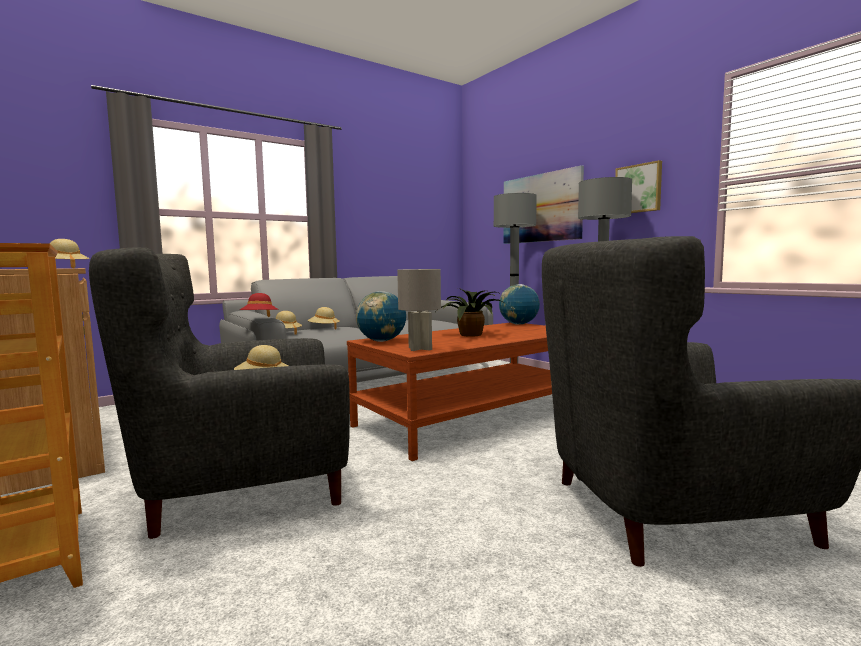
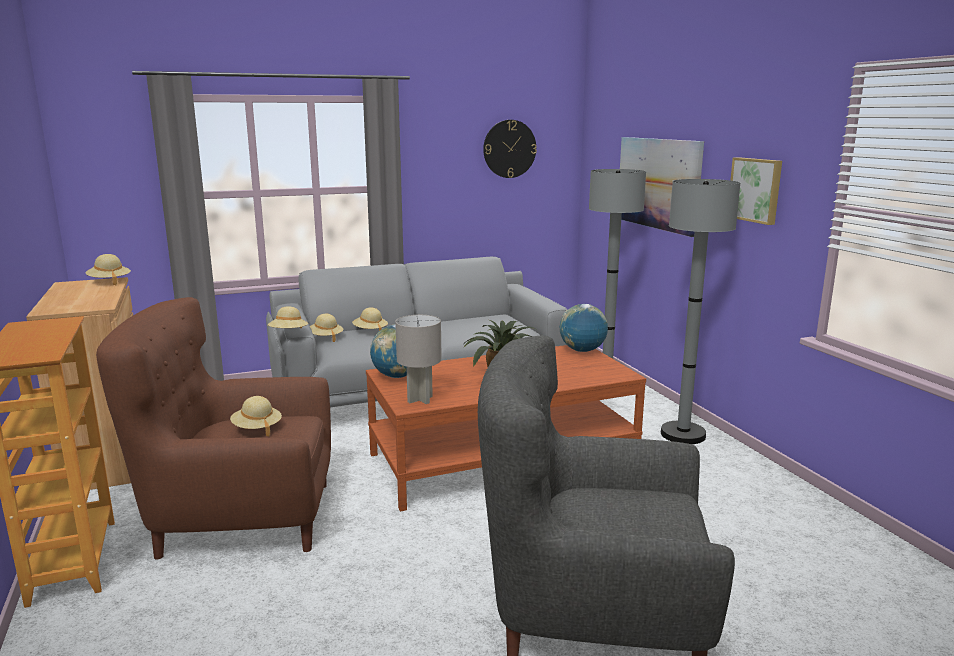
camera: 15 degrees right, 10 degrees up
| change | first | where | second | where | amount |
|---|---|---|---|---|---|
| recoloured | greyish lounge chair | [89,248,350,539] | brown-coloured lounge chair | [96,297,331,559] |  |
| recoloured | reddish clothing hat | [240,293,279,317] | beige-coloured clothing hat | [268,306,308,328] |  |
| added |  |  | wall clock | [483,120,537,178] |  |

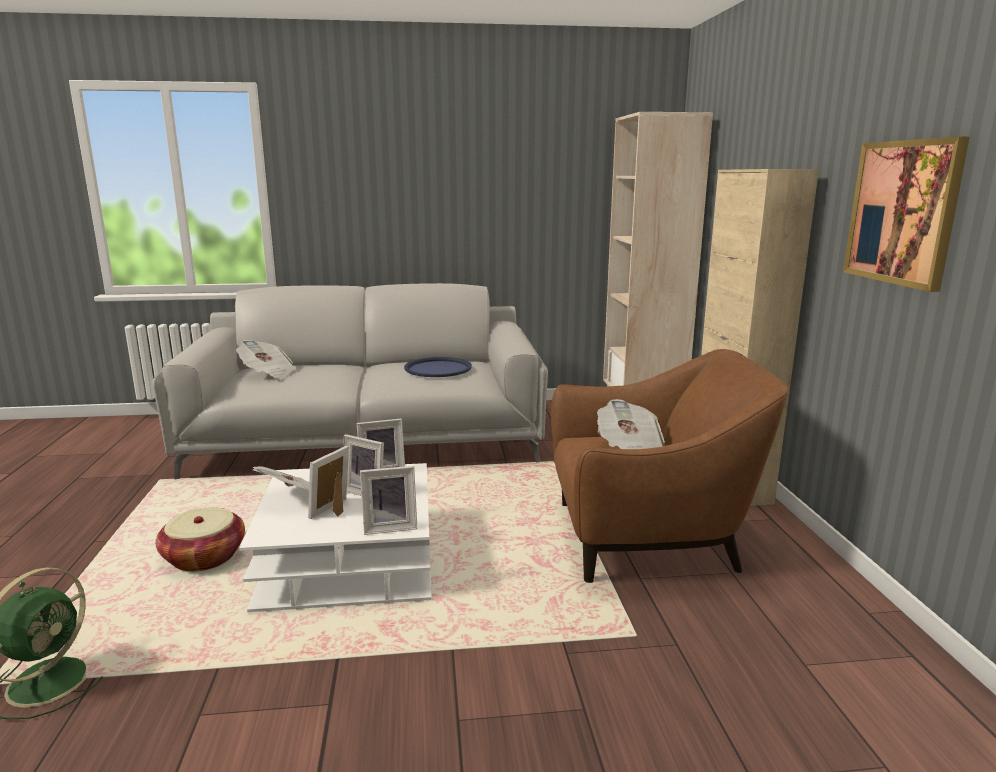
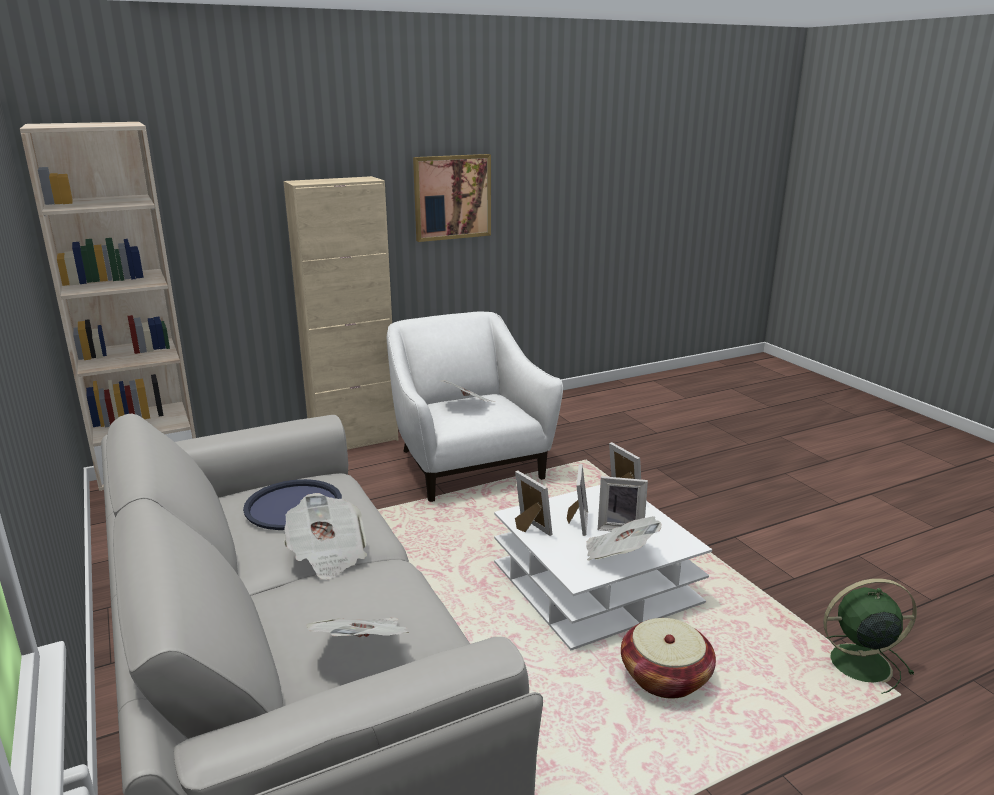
camera: 110 degrees left, 5 degrees up
| change | first | where | second | where | amount |
|---|---|---|---|---|---|
| added |  |  | printed paper | [284,493,367,580] |  |
| recoloured | brown-coloured lounge chair | [551,349,788,583] | whitish lounge chair | [387,312,563,502] |  |

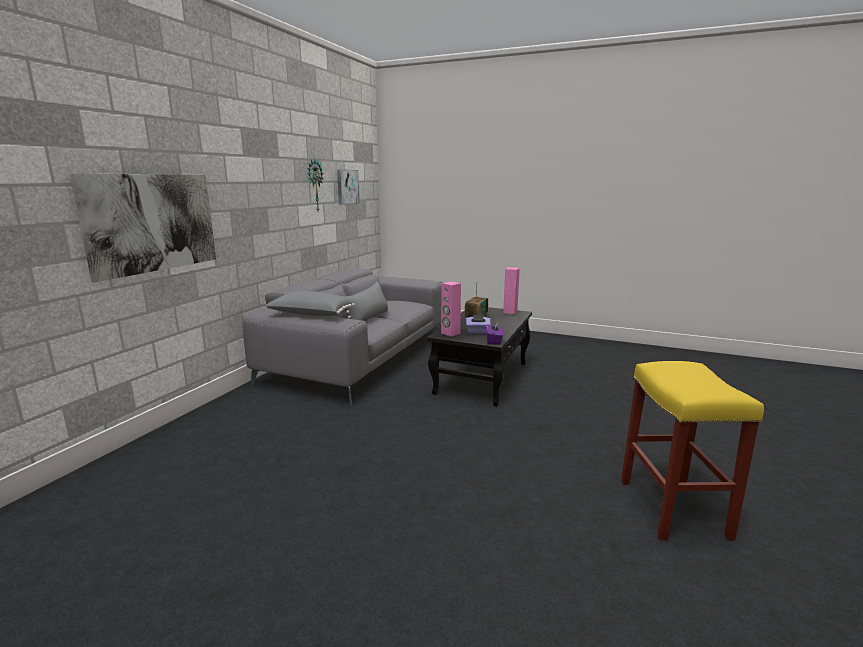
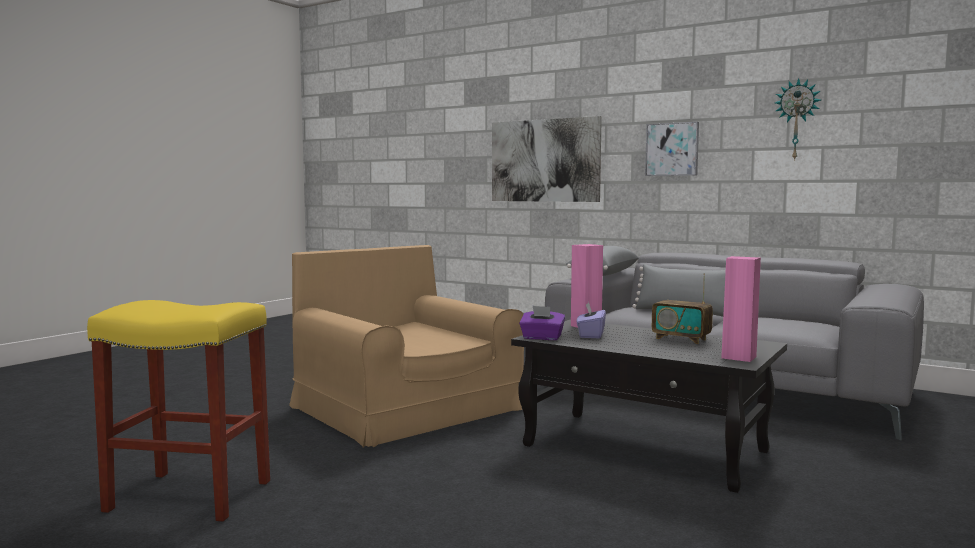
camera: 100 degrees right, 10 degrees down
| change | first | where | second | where | amount |
|---|---|---|---|---|---|
| added |  |  | brown-coloured lounge chair | [289,245,524,448] |  |
| moved | picture | [337,170,360,205] |  | [645,122,699,176] |  |

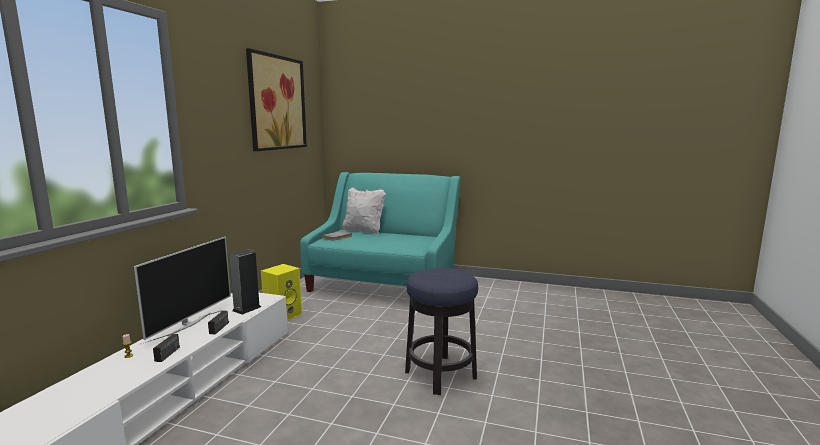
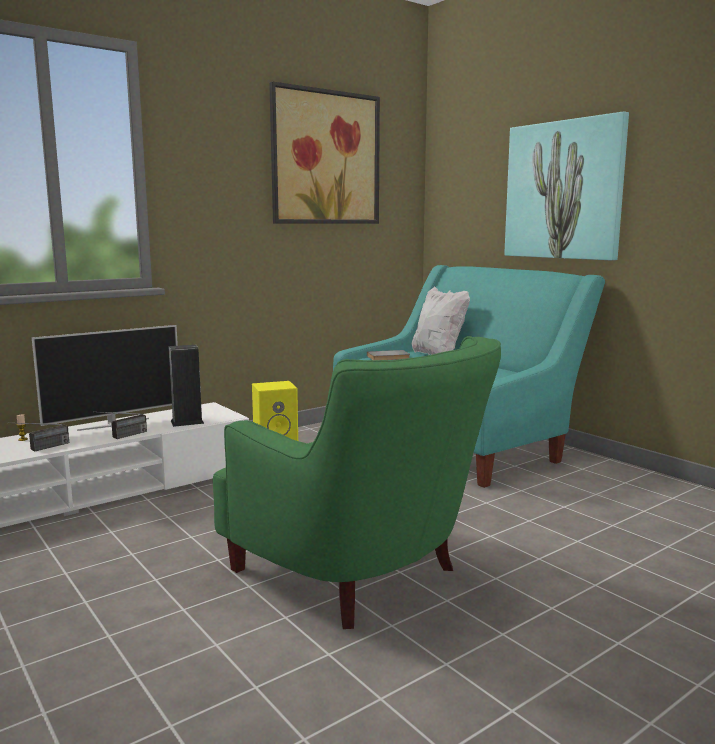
camera: 35 degrees right, 0 degrees up
| change | first | where | second | where | amount |
|---|---|---|---|---|---|
| replaced | stool | [405,268,478,395] | green-coloured lounge chair | [213,336,501,629] |  |
| added |  |  | picture | [504,111,629,261] |  |

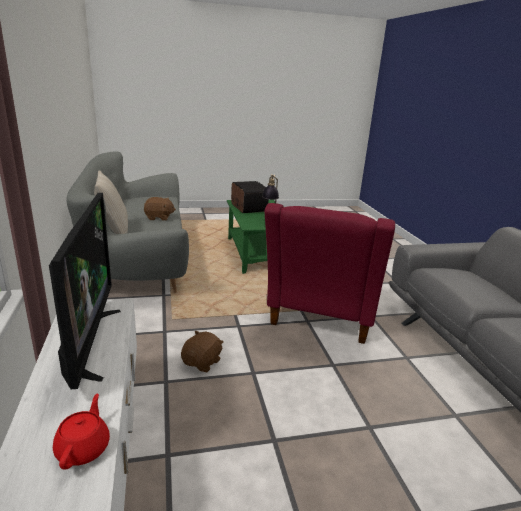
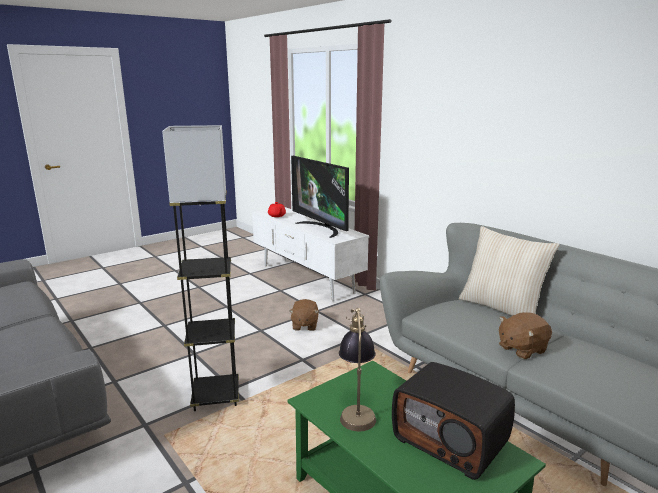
camera: 155 degrees right, 5 degrees down
| change | first | where | second | where | amount |
|---|---|---|---|---|---|
| replaced | reddish lounge chair | [264,203,395,344] | greyish standing lamp | [162,125,239,411] |  |

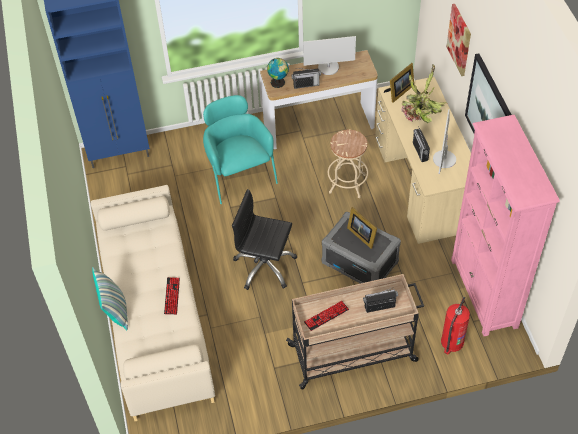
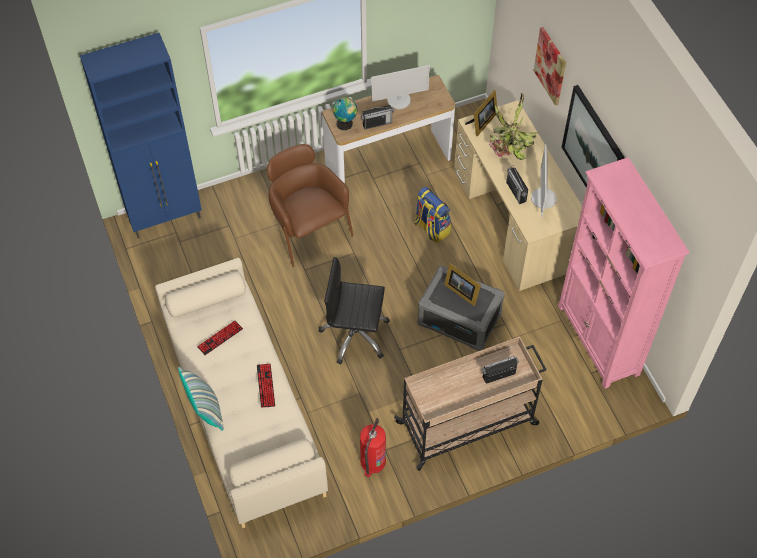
camera: 10 degrees left, 5 degrees up
| change | first | where | second | where | amount |
|---|---|---|---|---|---|
| moved | keyboard | [304,301,349,331] |  | [197,321,243,355] |  |
| recoloured | turquoise lounge chair | [203,95,278,204] | brown-coloured lounge chair | [267,144,354,267] |  |
| moved | fire extinguisher | [441,297,470,355] |  | [360,418,386,477] |  |
| replaced | beige-coloured stool | [328,130,368,198] | knapsack | [414,187,451,243] |  |

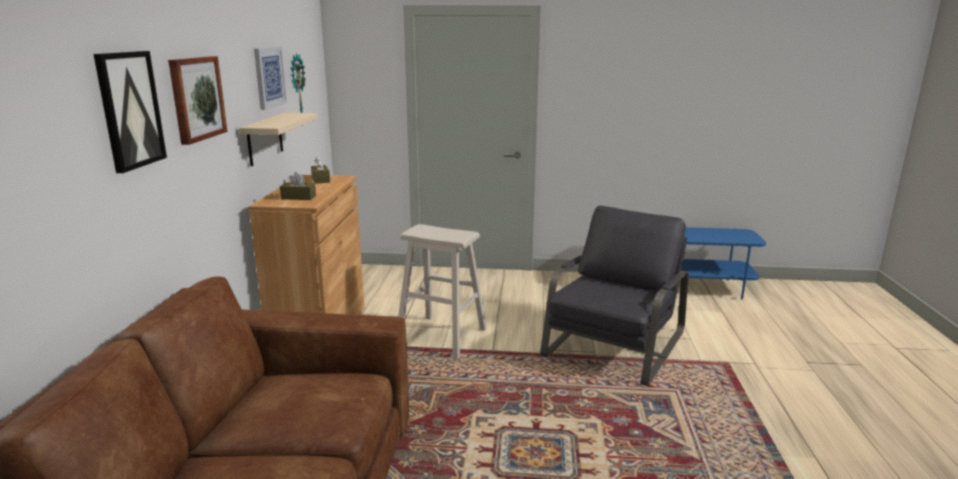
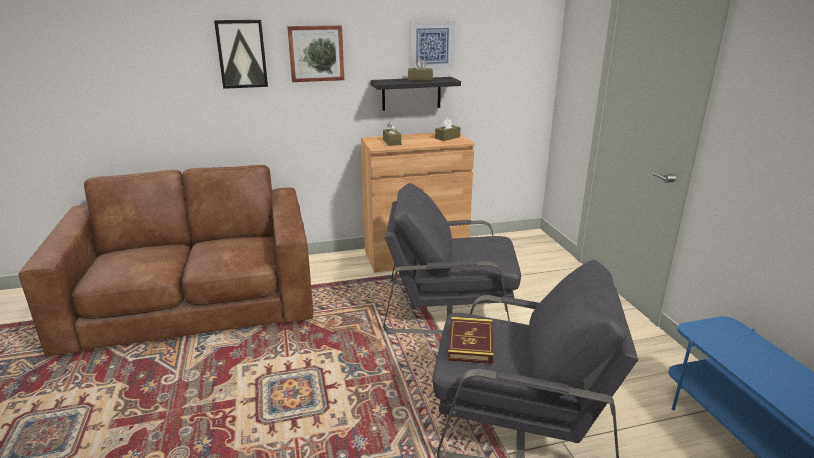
camera: 70 degrees right, 5 degrees up
| change | first | where | second | where | amount |
|---|---|---|---|---|---|
| recoloured | beige-coloured wall shelf | [239,113,318,166] | black-coloured wall shelf | [370,77,461,111] |  |
| replaced | beige-coloured stool | [398,224,487,360] | greyish lounge chair | [383,183,521,334] |  |
| added |  |  | brown-coloured box of tissues | [408,59,433,81] |  |
| added |  |  | bound book | [448,317,493,364] |  |
| removed | wall clock | [290,53,306,113] |  |  |  |

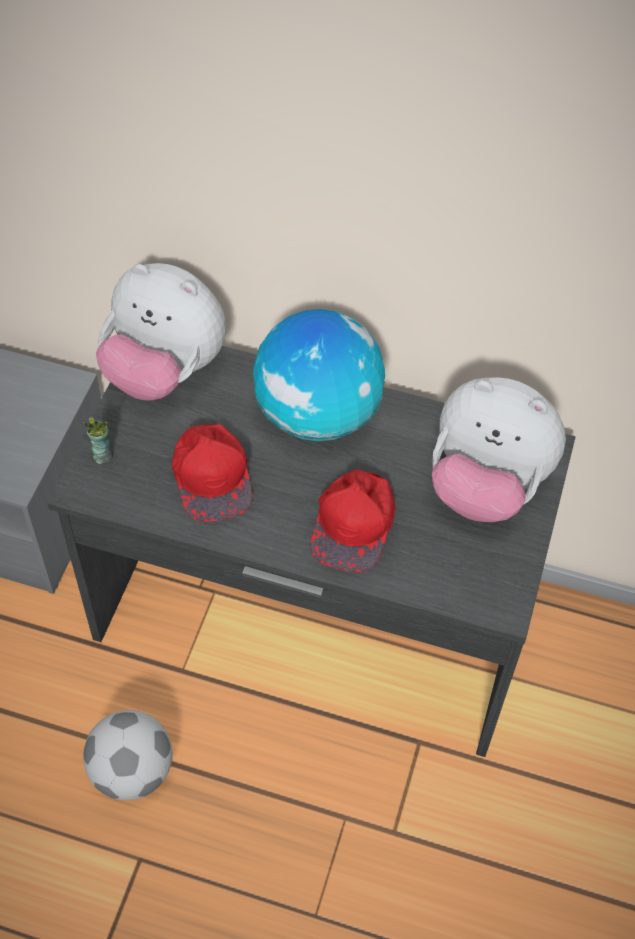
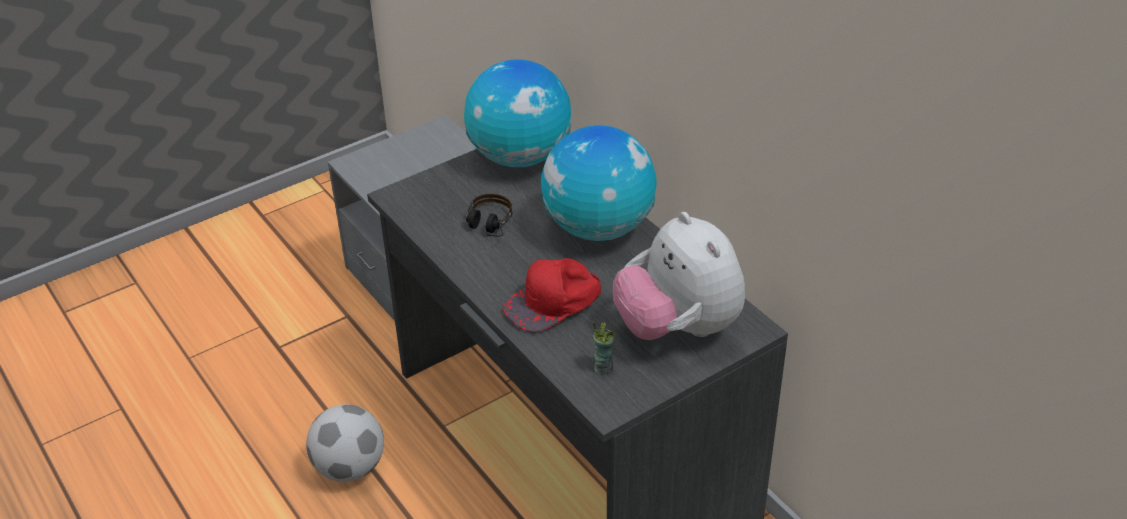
camera: 40 degrees right, 15 degrees down
| change | first | where | second | where | amount |
|---|---|---|---|---|---|
| replaced | cuddly toy | [96,263,226,401] | desk globe | [464,60,571,168] |  |
| replaced | reddish cap | [172,424,253,522] | pair of headphones | [465,194,513,237] |  |
| moved | drinking cup | [84,417,113,464] |  | [593,322,615,375] |  |

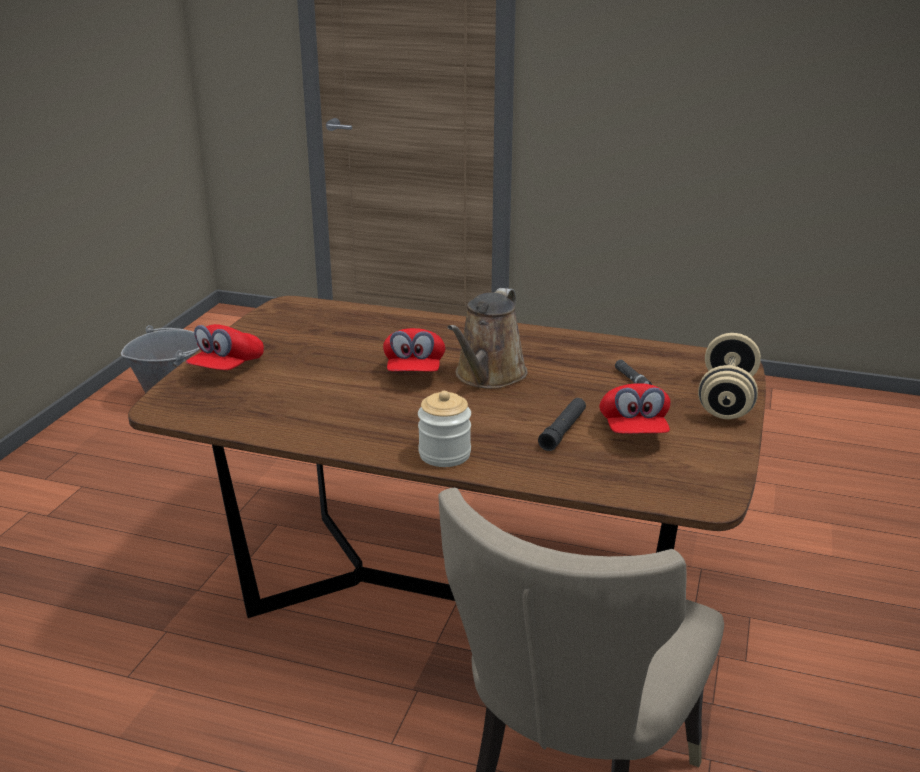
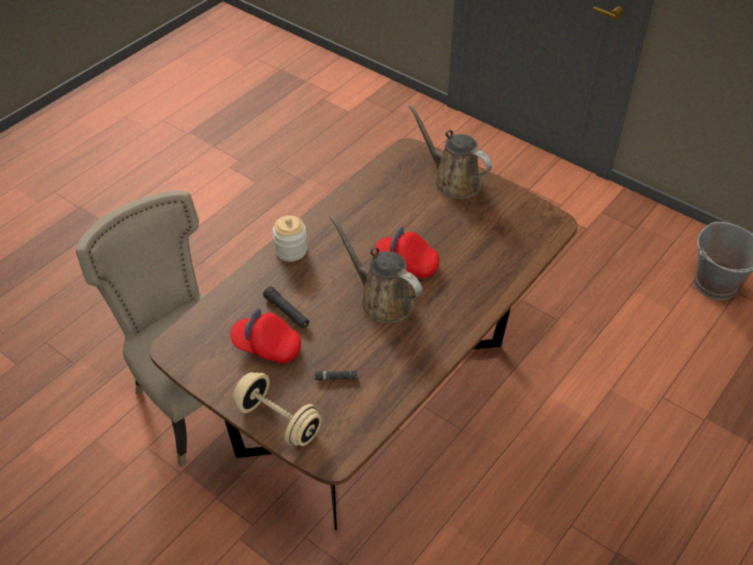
camera: 110 degrees right, 20 degrees up
| change | first | where | second | where | amount |
|---|---|---|---|---|---|
| replaced | reddish cap | [186,324,264,370] | brown-coloured watering pot | [408,104,492,199] |  |

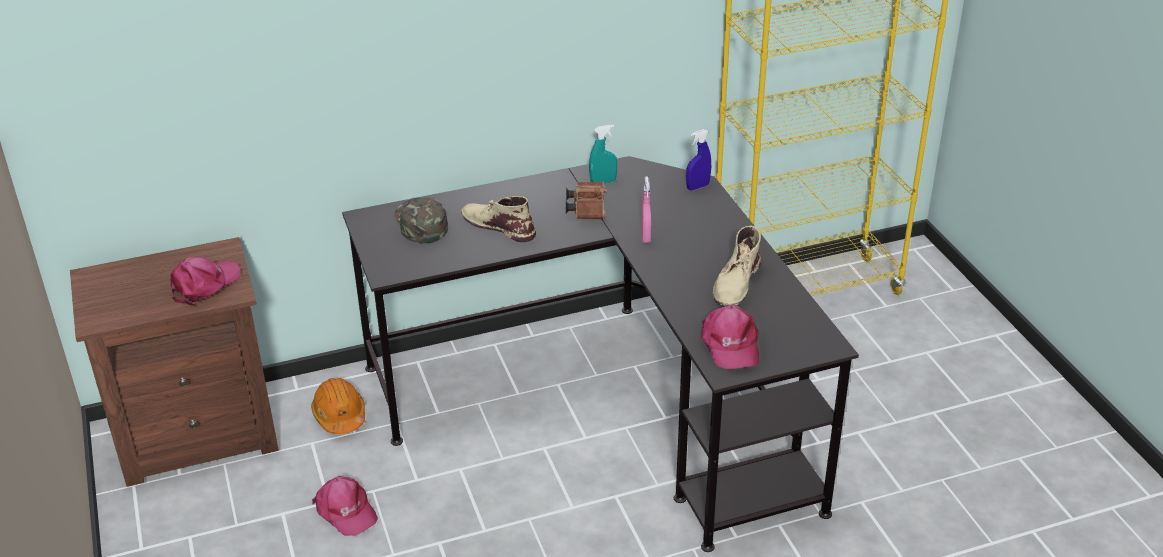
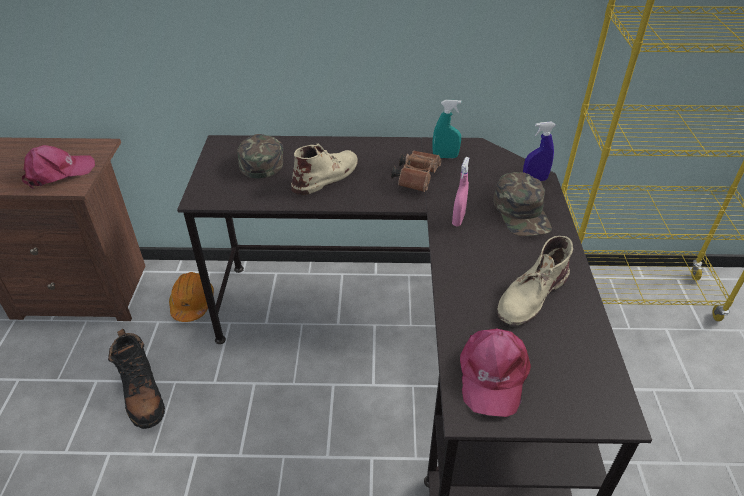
camera: 20 degrees right, 5 degrees up
| change | first | where | second | where | amount |
|---|---|---|---|---|---|
| replaced | pinkish cap | [312,476,378,536] | black-coloured tall boot | [108,329,165,429] |  |
| turned | beige-coloured tall boot | [461,196,536,242] |  | [291,143,358,195] | 75 degrees clockwise |
| added |  |  | green-coloured cap | [493,172,552,236] |  |

